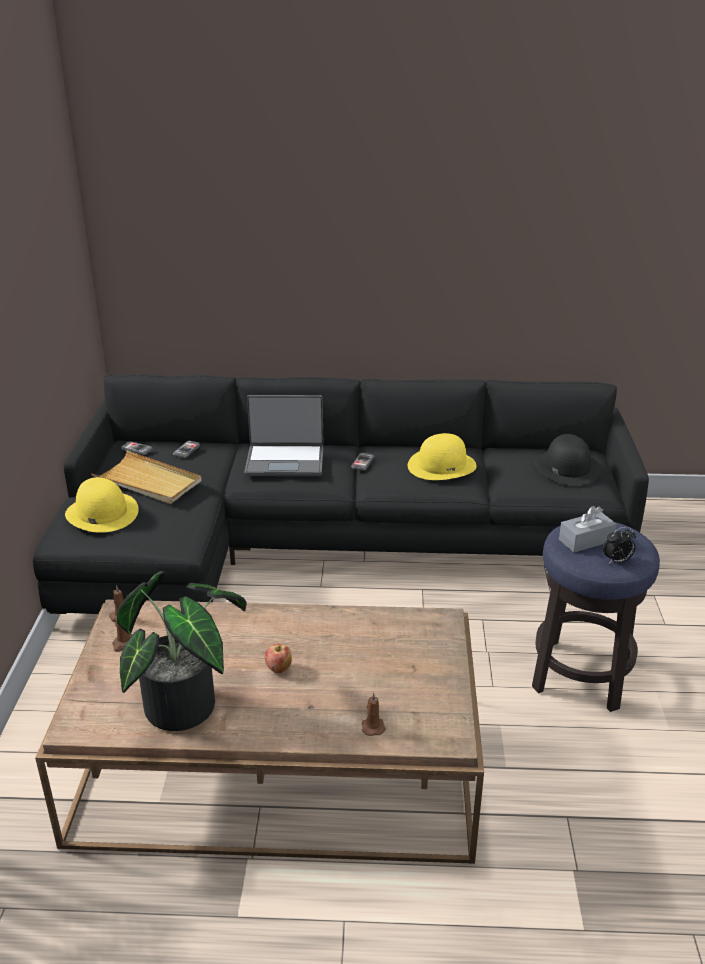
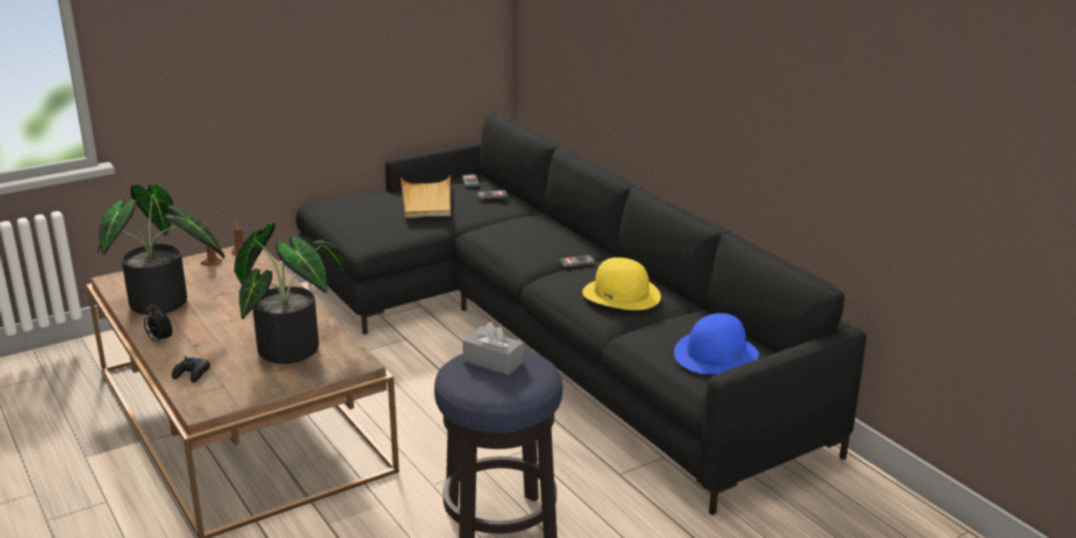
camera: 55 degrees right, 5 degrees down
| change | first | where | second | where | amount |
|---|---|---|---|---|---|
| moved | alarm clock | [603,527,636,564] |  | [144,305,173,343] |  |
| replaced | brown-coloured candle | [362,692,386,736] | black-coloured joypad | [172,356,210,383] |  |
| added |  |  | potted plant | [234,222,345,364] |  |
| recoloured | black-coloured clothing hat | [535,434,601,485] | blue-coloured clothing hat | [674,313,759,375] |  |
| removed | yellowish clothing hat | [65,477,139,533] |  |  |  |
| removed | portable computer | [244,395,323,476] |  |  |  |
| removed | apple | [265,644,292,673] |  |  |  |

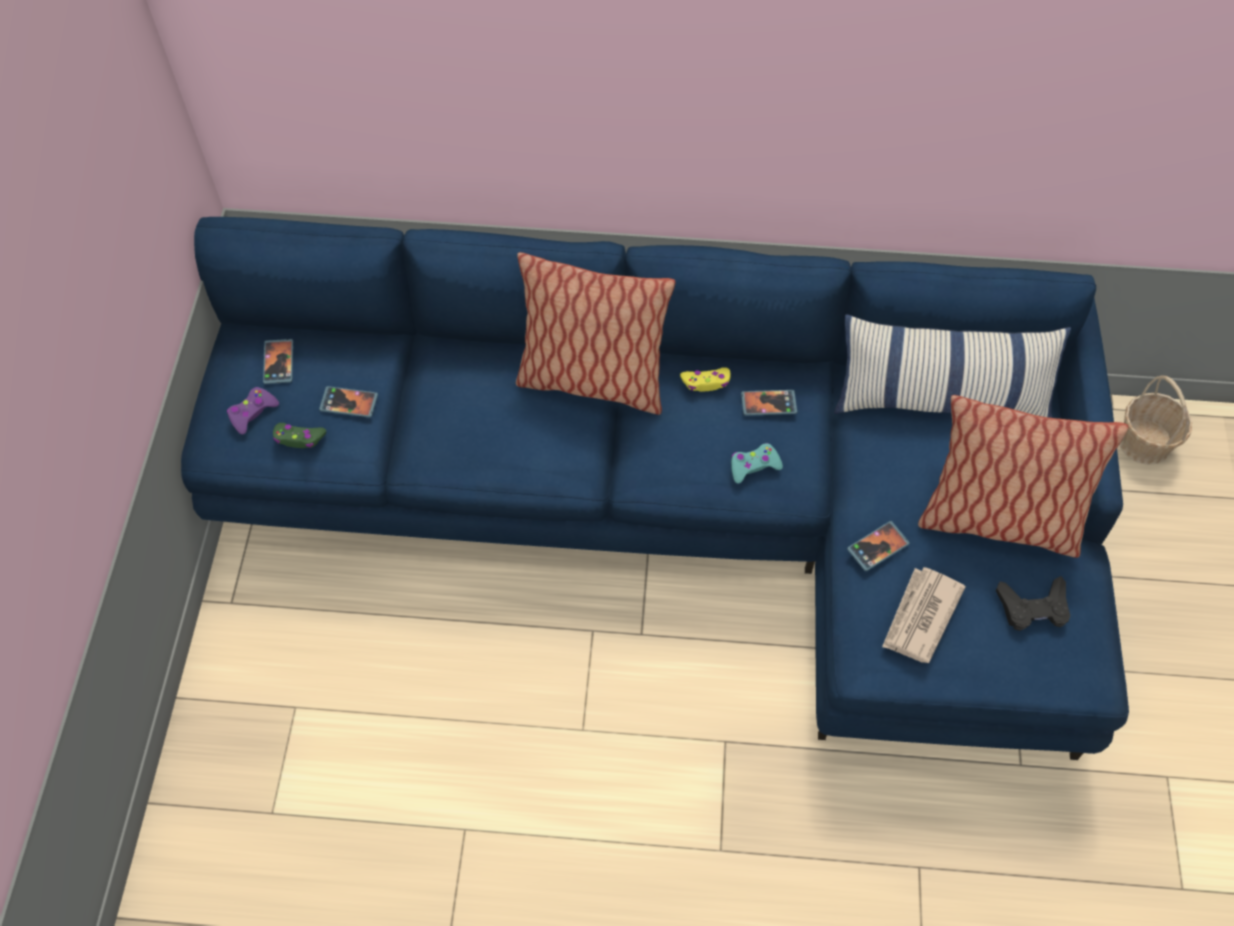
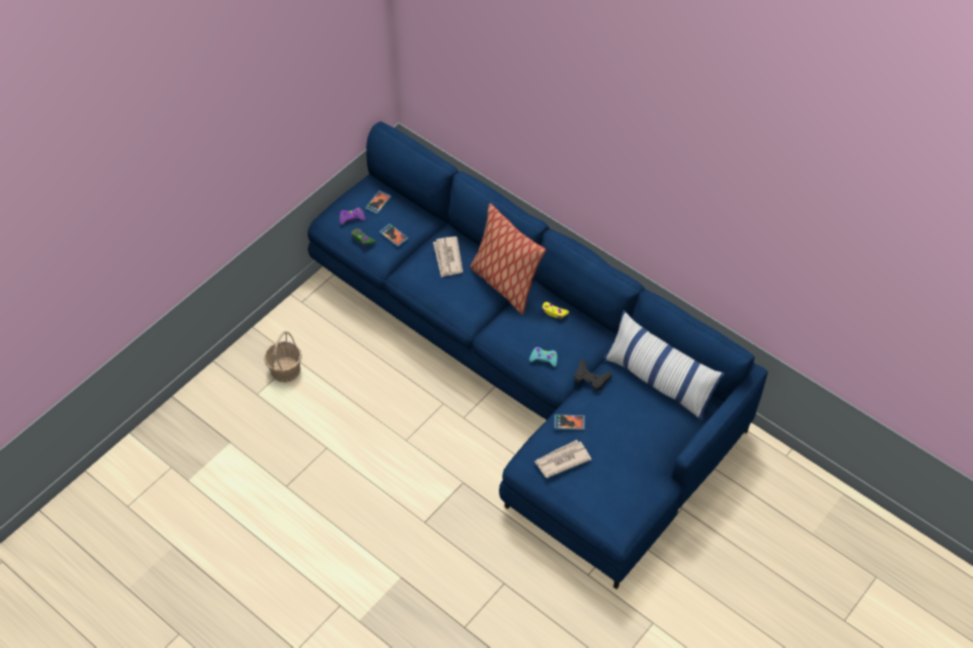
camera: 35 degrees right, 5 degrees down
| change | first | where | second | where | amount |
|---|---|---|---|---|---|
| moved | household basket | [1119,375,1192,465] |  | [264,331,302,382] |  |
| added |  |  | printed paper | [433,237,463,278] |  |
| moved | black-coloured joypad | [996,576,1070,631] |  | [574,358,612,391] |  |
| removed | phone | [741,390,797,416] |  |  |  |
| removed | pillow | [918,395,1128,558] |  |  |  |

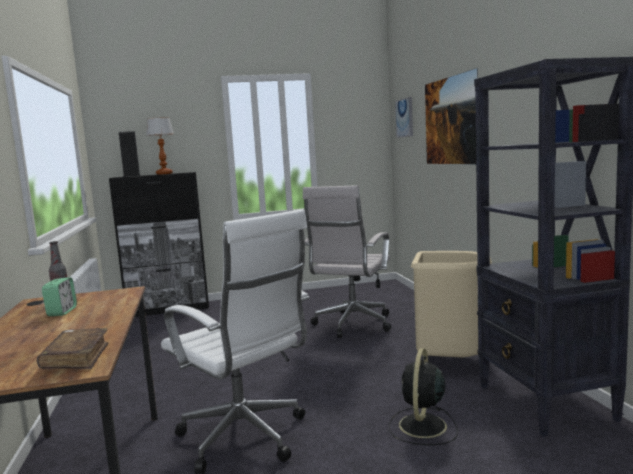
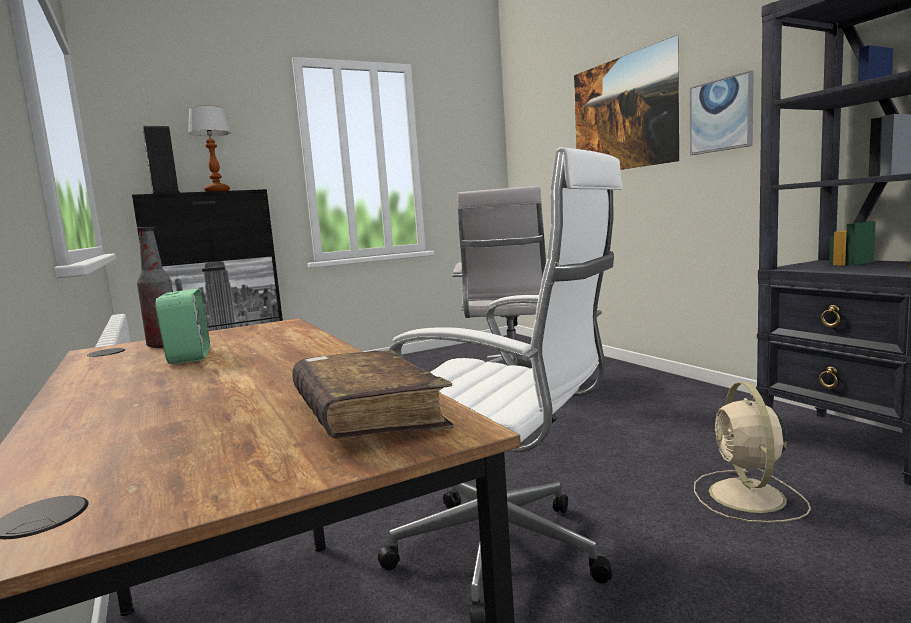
camera: 15 degrees left, 0 degrees up
| change | first | where | second | where | amount |
|---|---|---|---|---|---|
| moved | picture | [395,97,413,138] |  | [690,70,754,155] |  |
| recoloured | black-coloured fan | [389,348,458,445] | beige-coloured fan | [694,382,811,523] |  |
| removed | beige-coloured trash can | [411,251,492,358] |  |  |  |

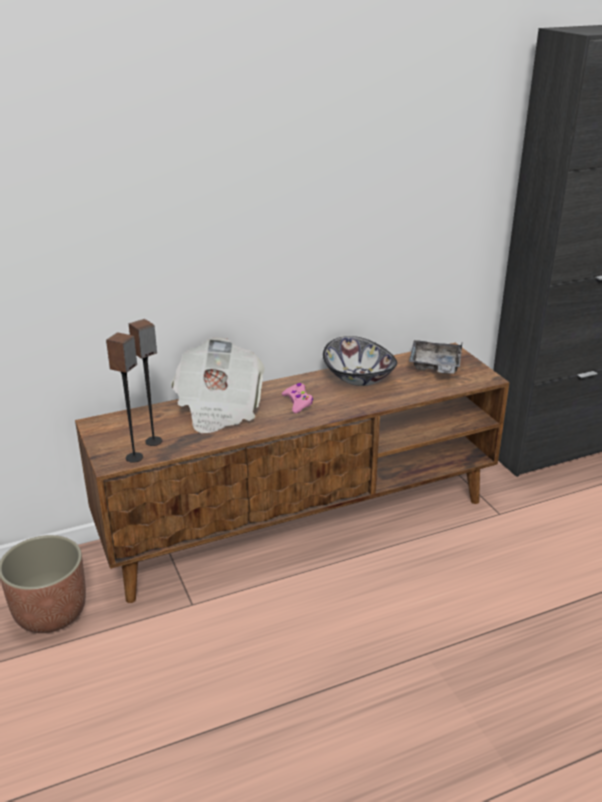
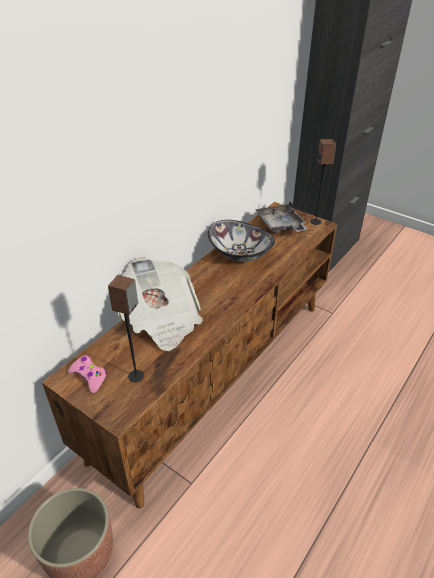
camera: 30 degrees left, 10 degrees up
| change | first | where | second | where | amount |
|---|---|---|---|---|---|
| moved | pinkish joypad | [282,383,313,413] |  | [68,355,107,393] |  |
| moved | speaker | [106,332,143,463] |  | [310,139,336,225] |  |

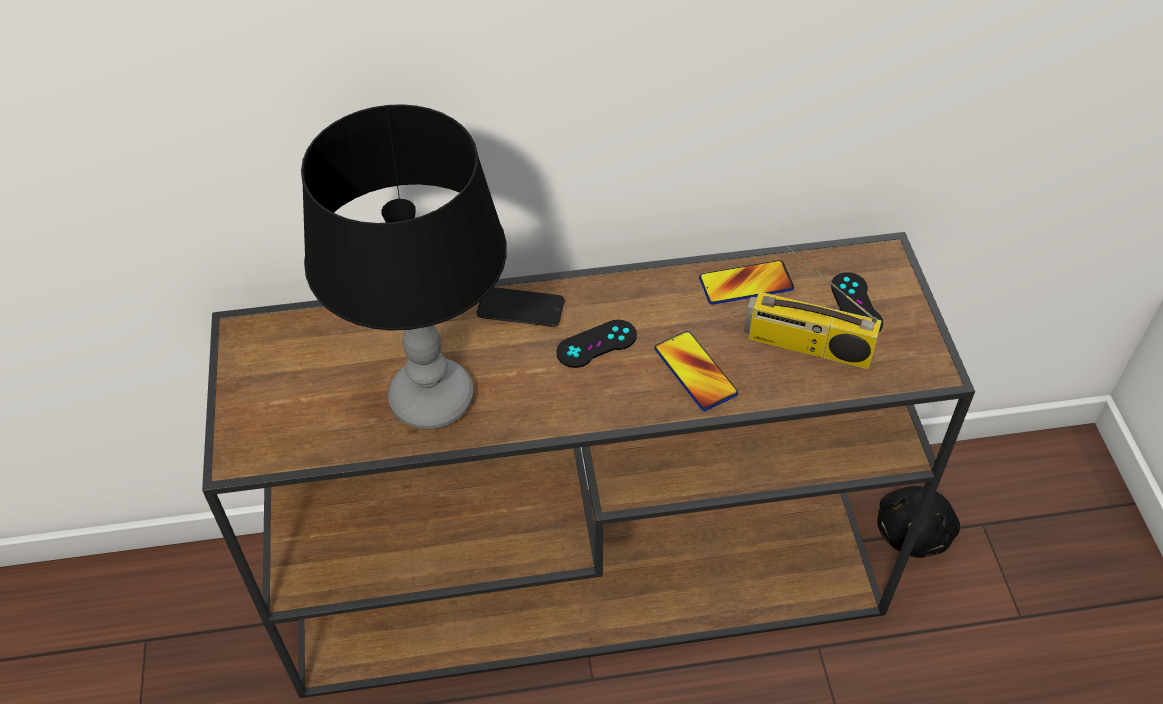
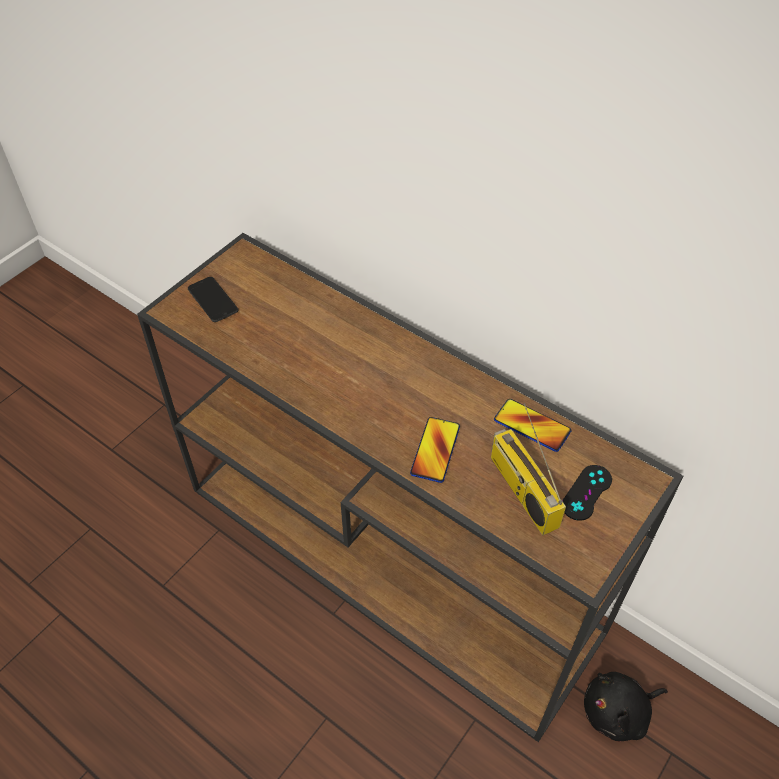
camera: 45 degrees right, 0 degrees up
| change | first | where | second | where | amount |
|---|---|---|---|---|---|
| moved | phone | [476,287,565,327] |  | [188,277,238,322] |  |
| removed | black-coloured tabletop lamp | [301,104,507,430] |  |  |  |
| removed | black-coloured joypad | [556,320,637,368] |  |  |  |

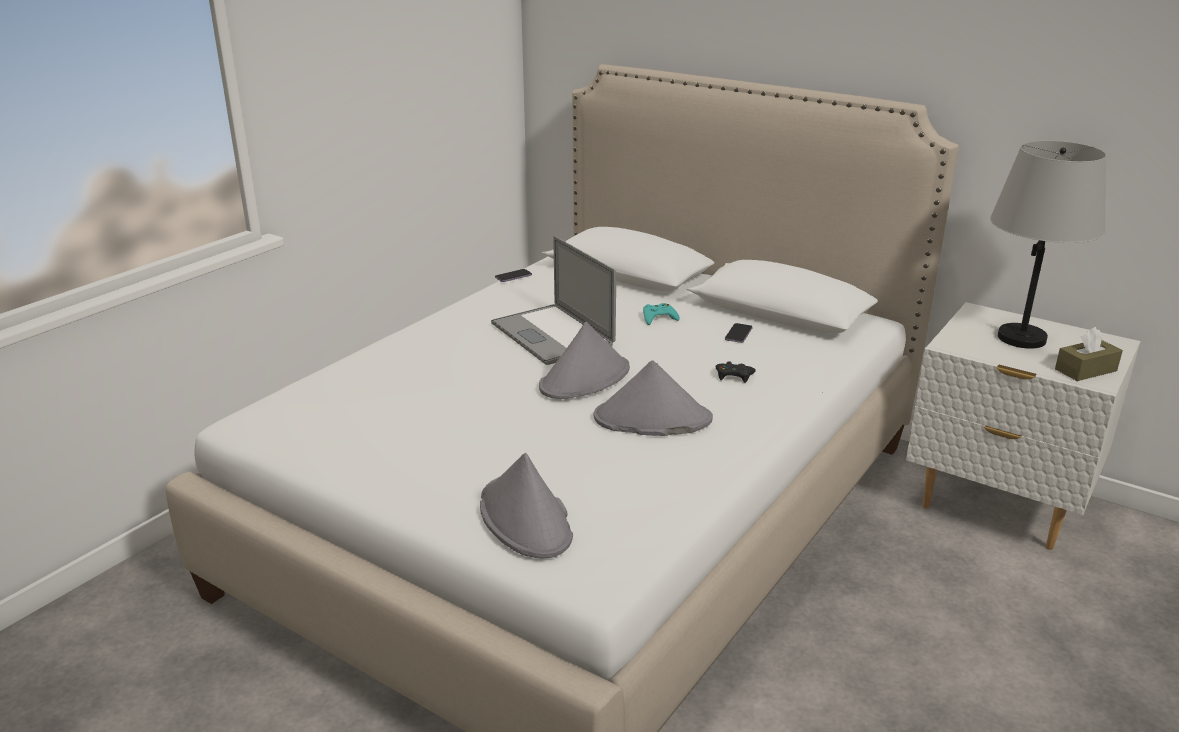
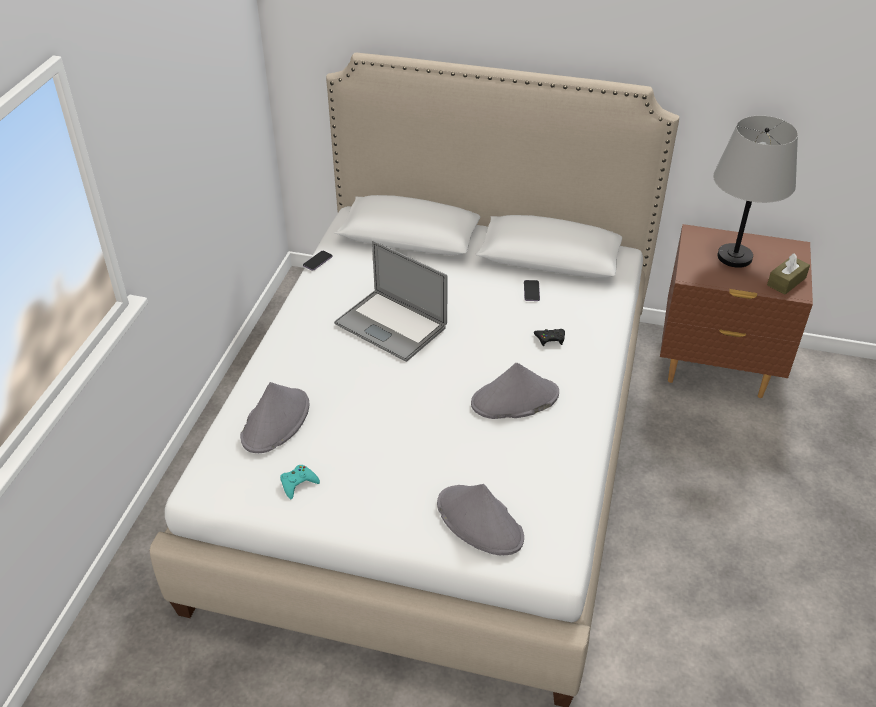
camera: 20 degrees left, 15 degrees up
| change | first | where | second | where | amount |
|---|---|---|---|---|---|
| moved | greyish clothing hat | [539,322,630,399] |  | [240,382,309,453] |  |
| moved | turquoise joypad | [643,303,680,325] |  | [280,465,320,499] |  |
| recoloured | whitish bedside table | [906,302,1141,550] | brown-coloured bedside table | [660,224,813,398] |  |

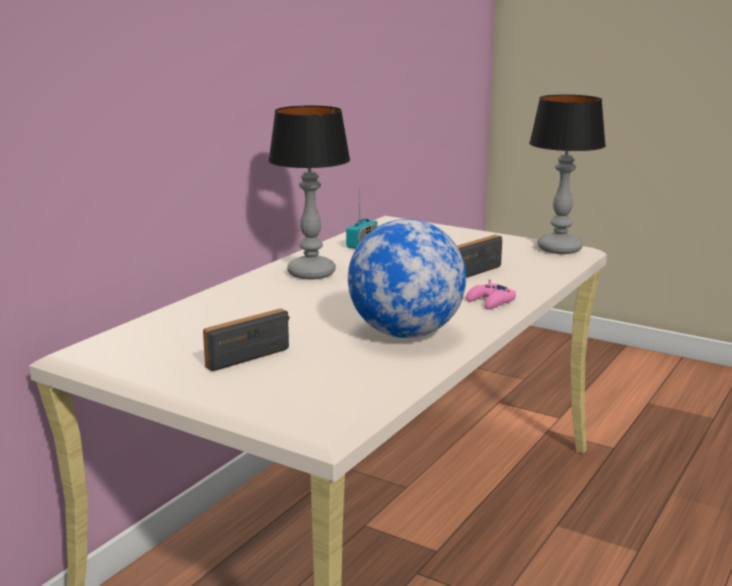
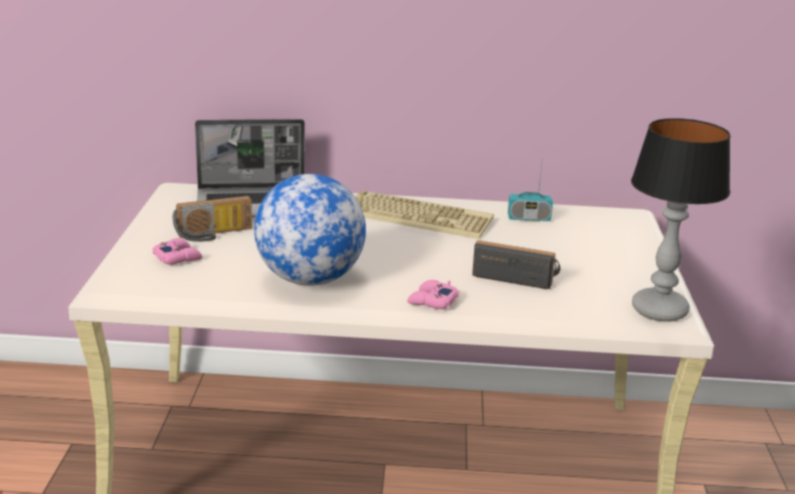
camera: 60 degrees right, 5 degrees up
| change | first | where | second | where | amount |
|---|---|---|---|---|---|
| added |  |  | pinkish joypad | [152,238,202,265] |  |
| turned | radio | [203,308,289,371] |  | [172,196,252,242] | 135 degrees clockwise |
| added |  |  | portable computer | [195,119,305,217] |  |
| replaced | tabletop lamp | [268,105,350,280] | keyboard | [355,191,494,239] |  |

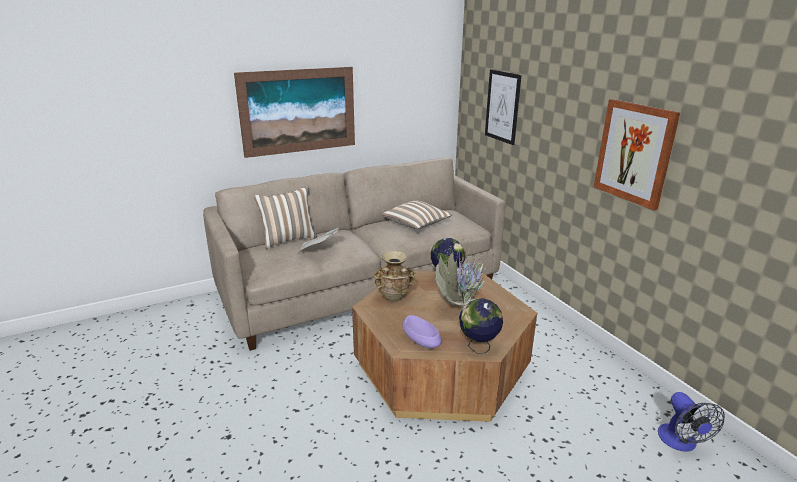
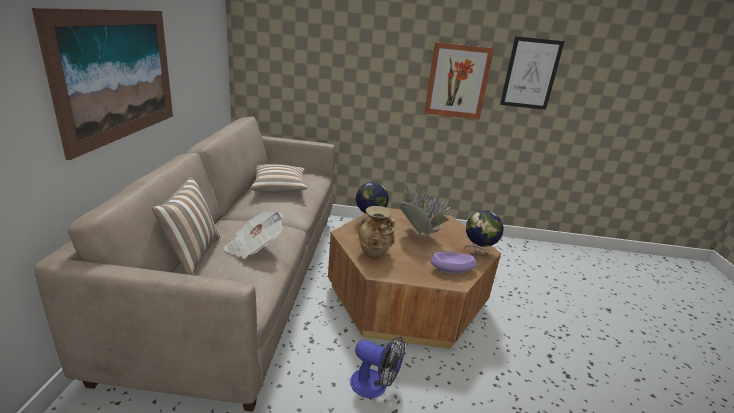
camera: 60 degrees left, 0 degrees up
| change | first | where | second | where | amount |
|---|---|---|---|---|---|
| moved | fan | [658,392,725,452] |  | [350,336,405,398] |  |
| moved | picture | [485,69,522,145] |  | [500,36,565,110] |  |

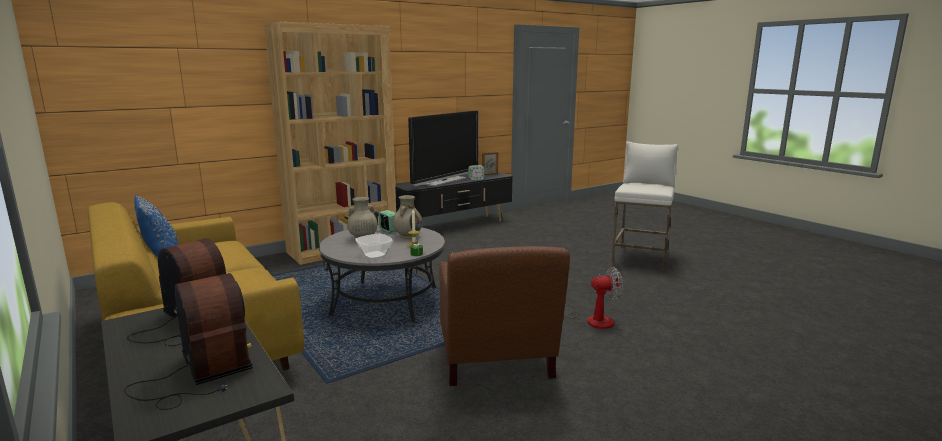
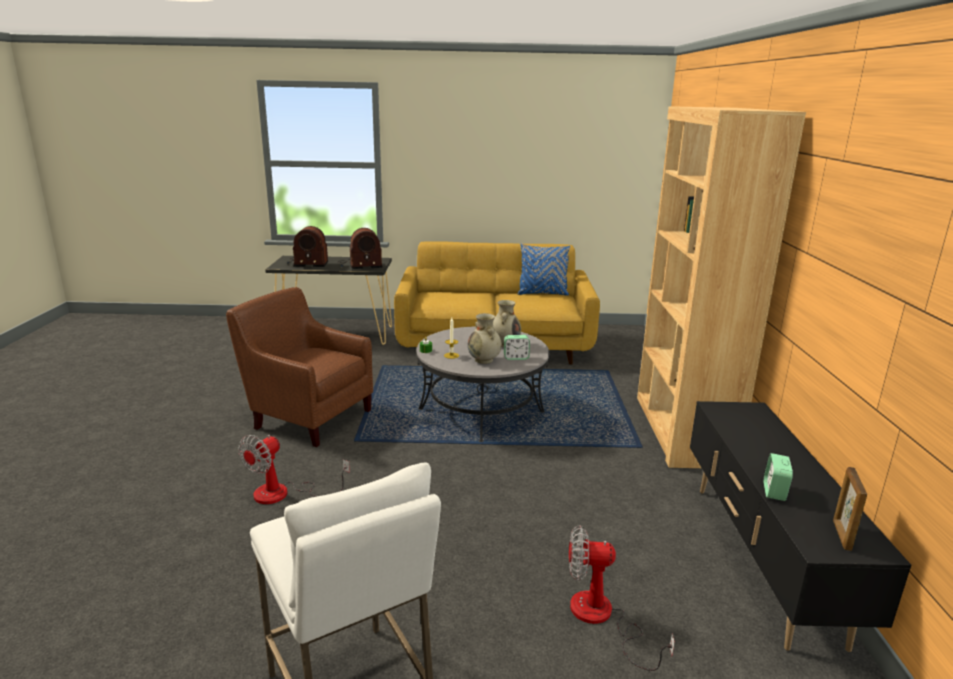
camera: 125 degrees right, 5 degrees up
| change | first | where | second | where | amount |
|---|---|---|---|---|---|
| added |  |  | fan | [569,525,675,671] |  |
| removed | serving bowl | [355,234,393,259] |  |  |  |
| removed | TV set | [408,111,478,187] |  |  |  |

